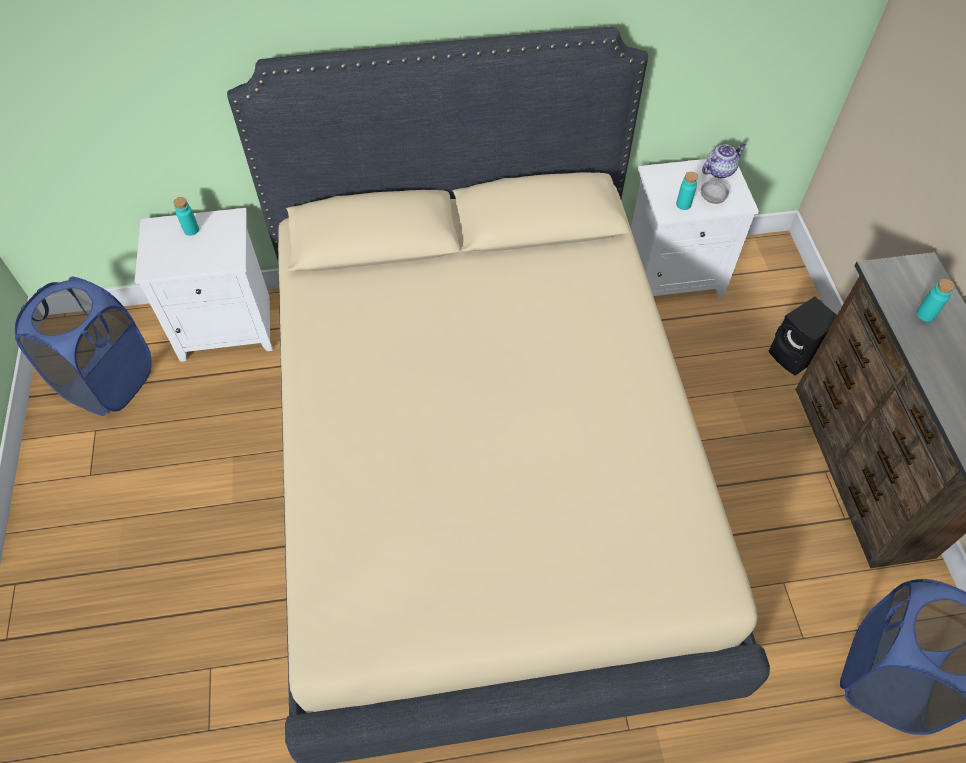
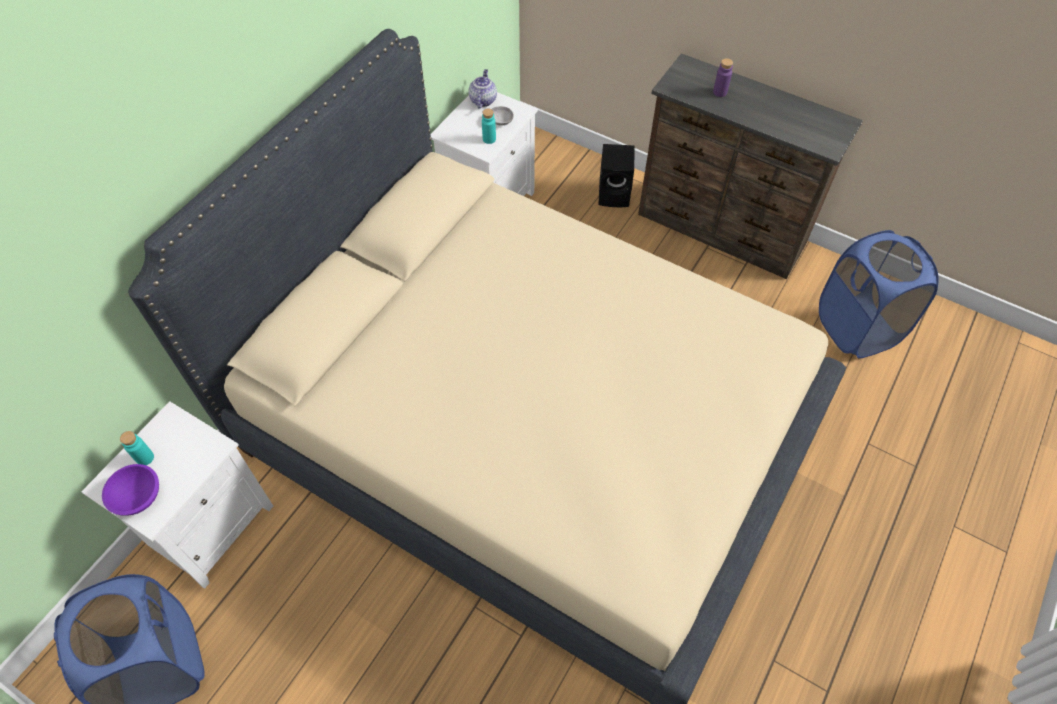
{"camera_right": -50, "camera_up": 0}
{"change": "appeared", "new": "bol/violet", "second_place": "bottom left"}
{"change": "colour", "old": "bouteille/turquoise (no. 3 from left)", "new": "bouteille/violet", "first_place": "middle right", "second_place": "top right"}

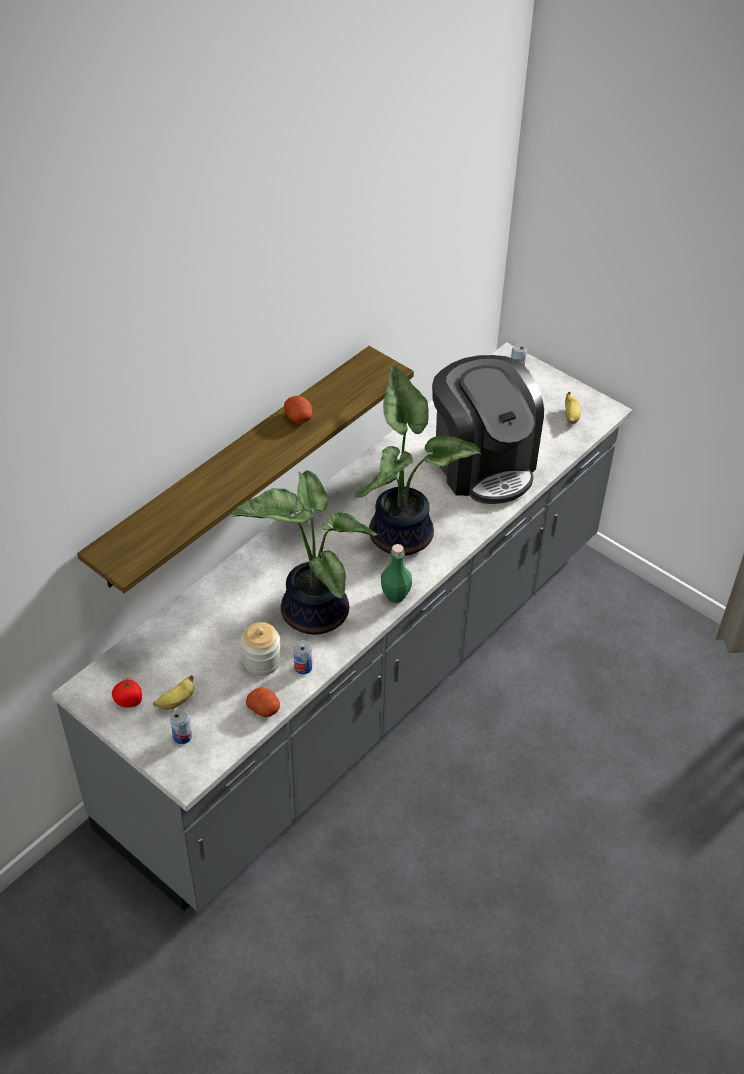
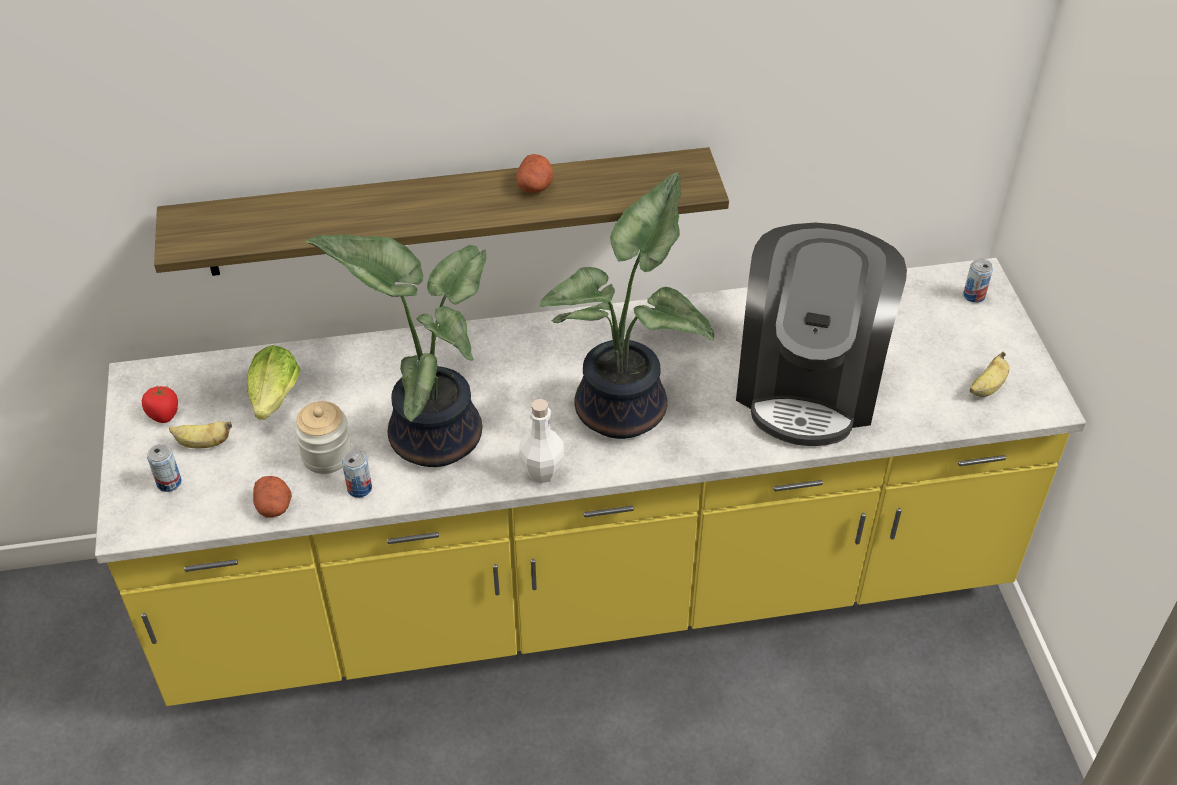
{"camera_right": 40, "camera_up": 0}
{"change": "colour", "old": "comptoir de cuisine/gris", "new": "comptoir de cuisine/jaune", "first_place": "centre", "second_place": "centre"}
{"change": "appeared", "new": "laitue", "second_place": "middle left"}
{"change": "colour", "old": "bouteille/vert", "new": "bouteille/blanc", "first_place": "centre", "second_place": "centre"}

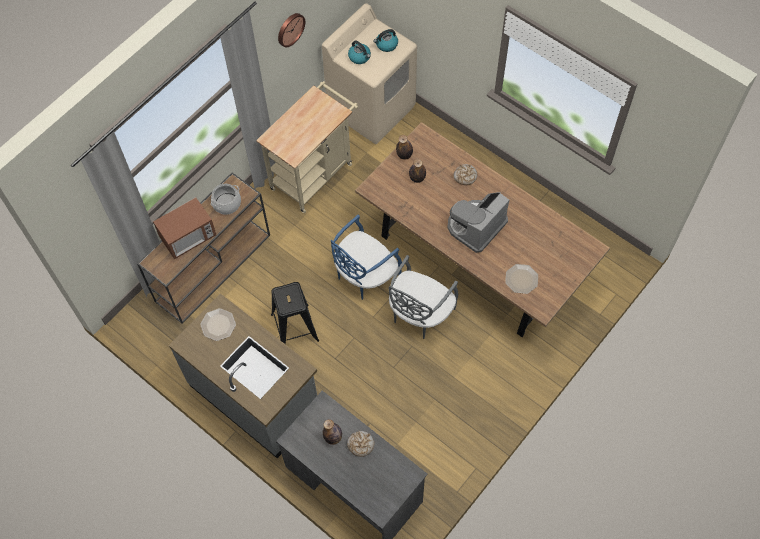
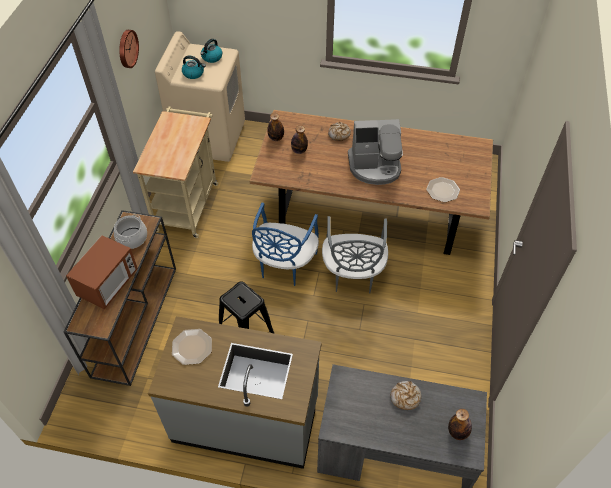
{"camera_right": -30, "camera_up": -10}
{"change": "spun", "old": "machine à café", "first_place": "centre", "second_place": "top centre", "degrees": -105}
{"change": "relocated", "old": "bouteille (no. 1 from left in the first image)", "new": "bouteille (no. 3 from left)", "first_place": "bottom centre", "second_place": "bottom right"}

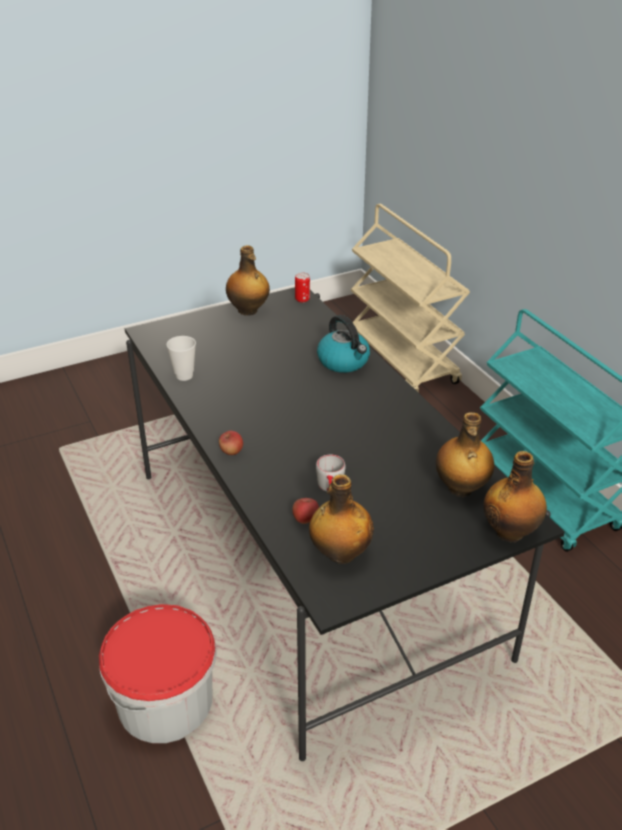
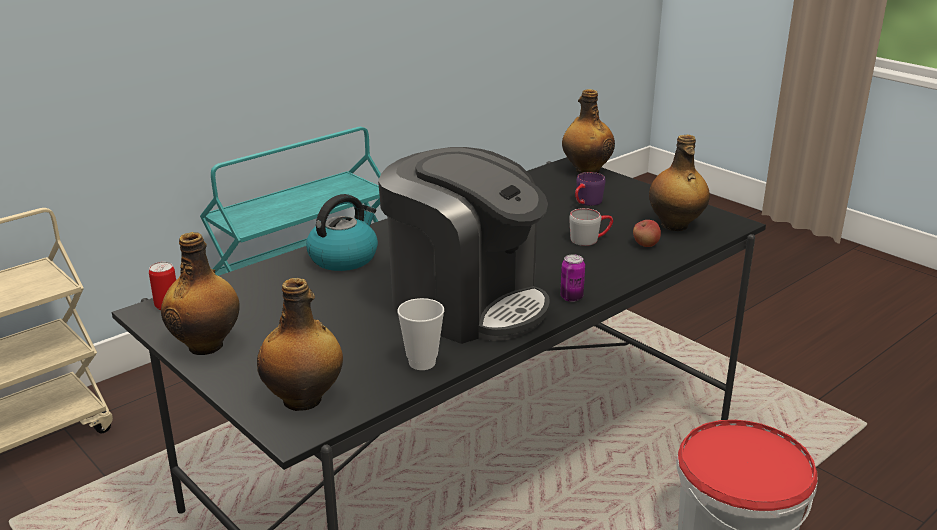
{"camera_right": -105, "camera_up": -10}
{"change": "relocated", "old": "bouteille (no. 3 from left in the first image)", "new": "bouteille (no. 2 from left)", "first_place": "middle right", "second_place": "middle left"}
{"change": "appeared", "new": "machine à café", "second_place": "centre"}
{"change": "exchanged", "old": "pomme (no. 1 from left)", "new": "boîte métallique (no. 2 from left)", "first_place": "centre", "second_place": "centre"}
{"change": "appeared", "new": "mug/violet", "second_place": "centre"}

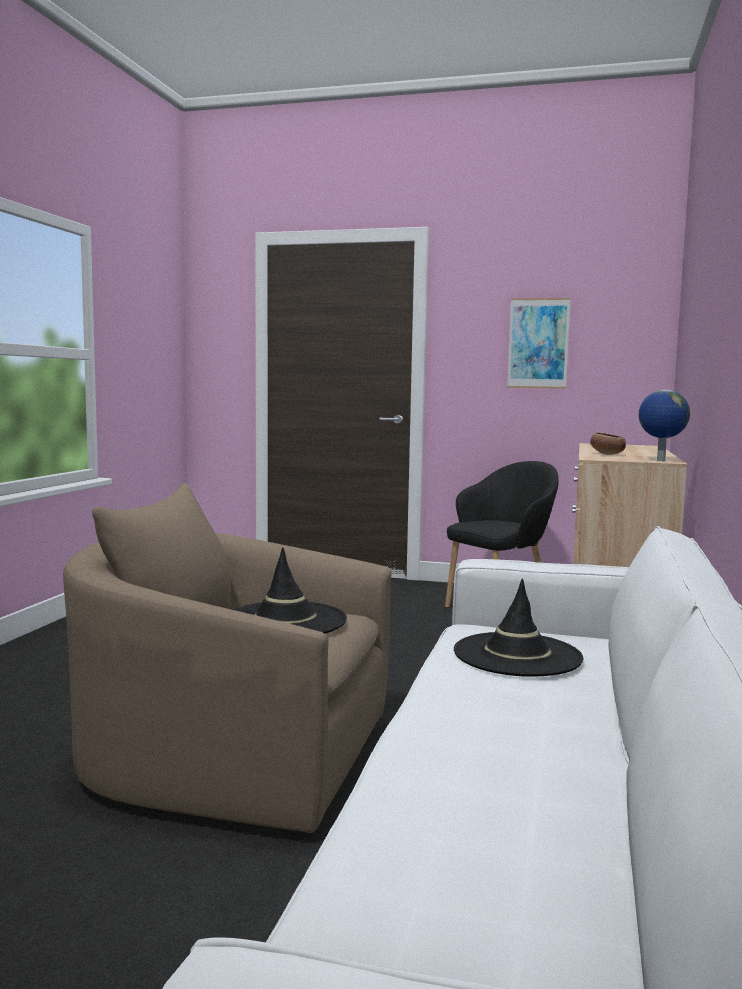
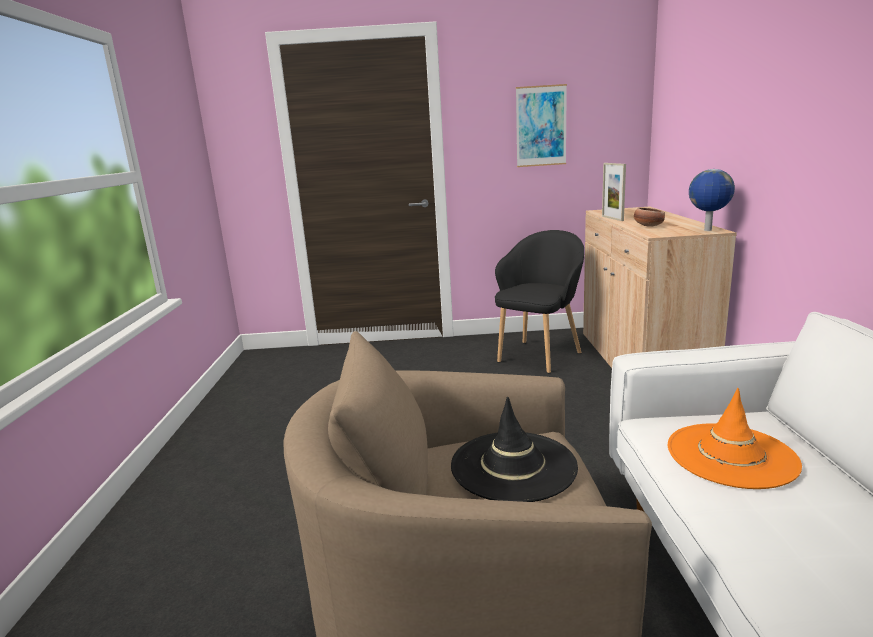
{"camera_right": -15, "camera_up": 10}
{"change": "appeared", "new": "cadre photo", "second_place": "top right"}
{"change": "colour", "old": "chapeau/noir (no. 2 from left)", "new": "chapeau/orange", "first_place": "middle right", "second_place": "bottom right"}

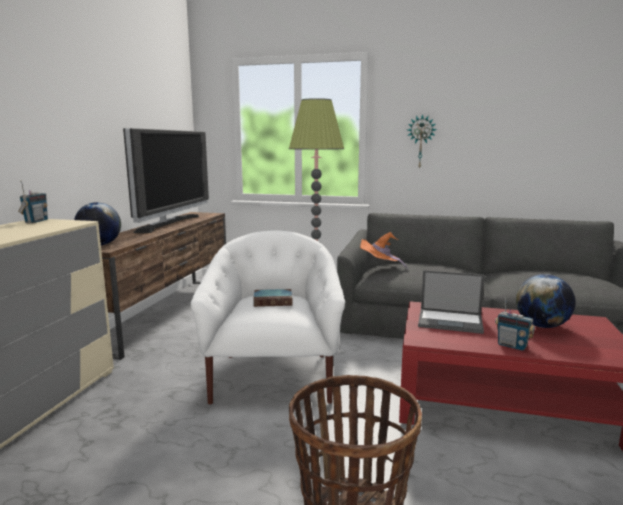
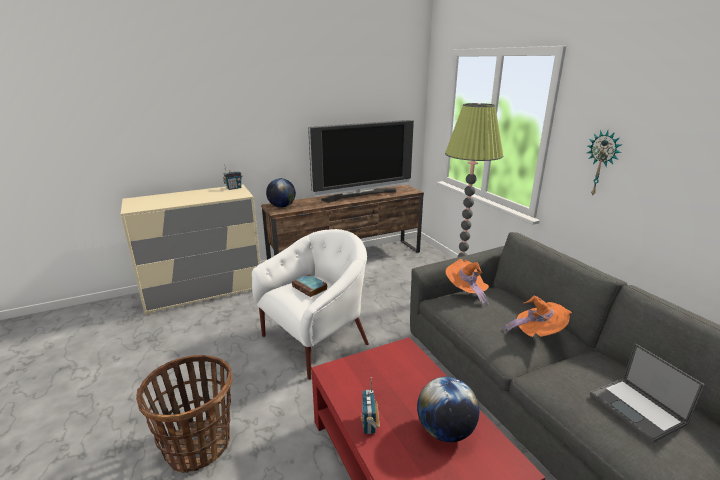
{"camera_right": 50, "camera_up": 10}
{"change": "appeared", "new": "chapeau/orange (no. 2 from left)", "second_place": "middle right"}
{"change": "relocated", "old": "ordinateur portable", "first_place": "middle right", "second_place": "bottom right"}

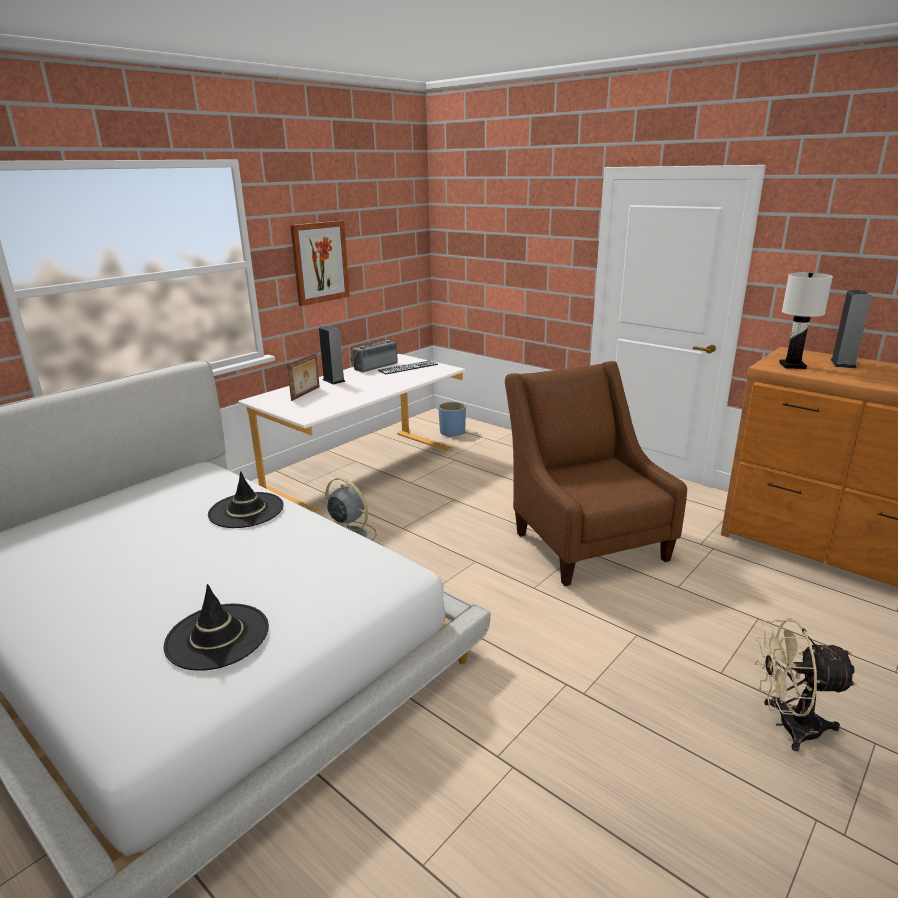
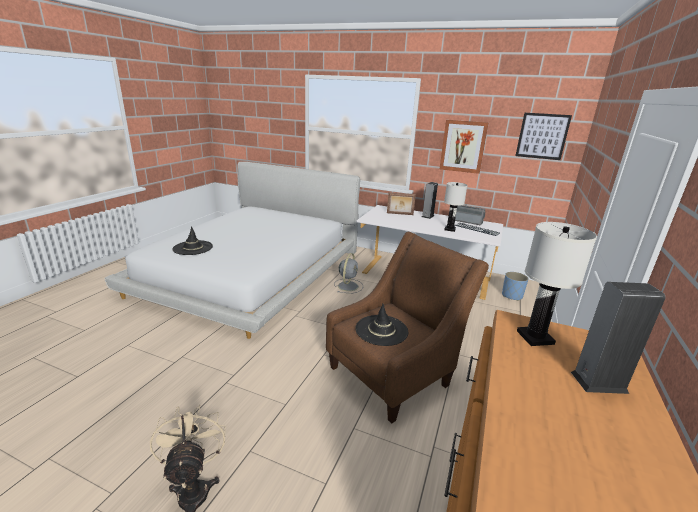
{"camera_right": 70, "camera_up": 0}
{"change": "relocated", "old": "chapeau/noir (no. 2 from left)", "first_place": "middle left", "second_place": "centre"}
{"change": "appeared", "new": "lampe de table/blanc (no. 1 from left)", "second_place": "centre"}
{"change": "appeared", "new": "tableau (no. 2 from left)", "second_place": "top right"}

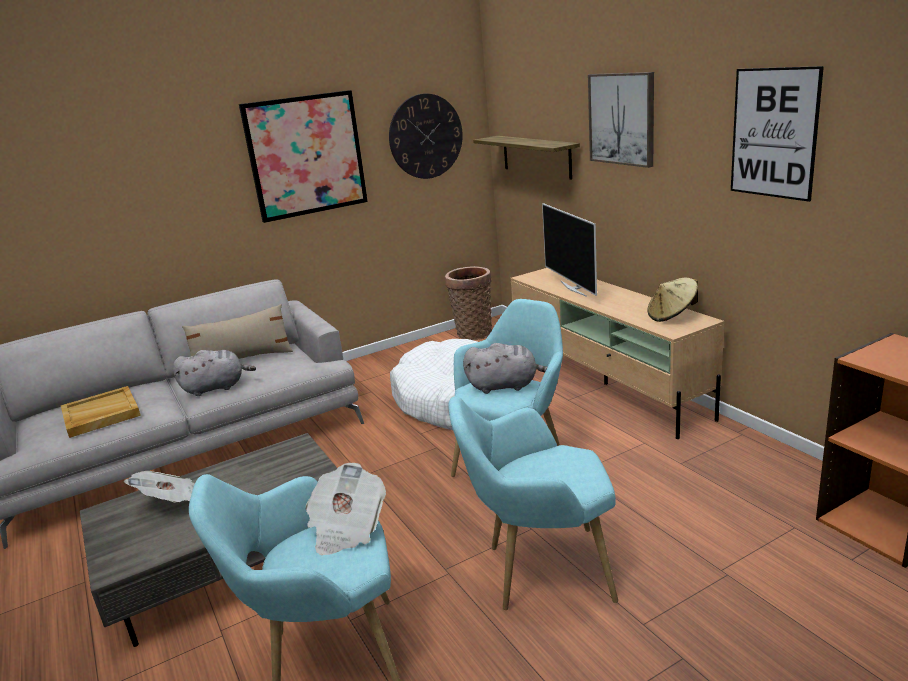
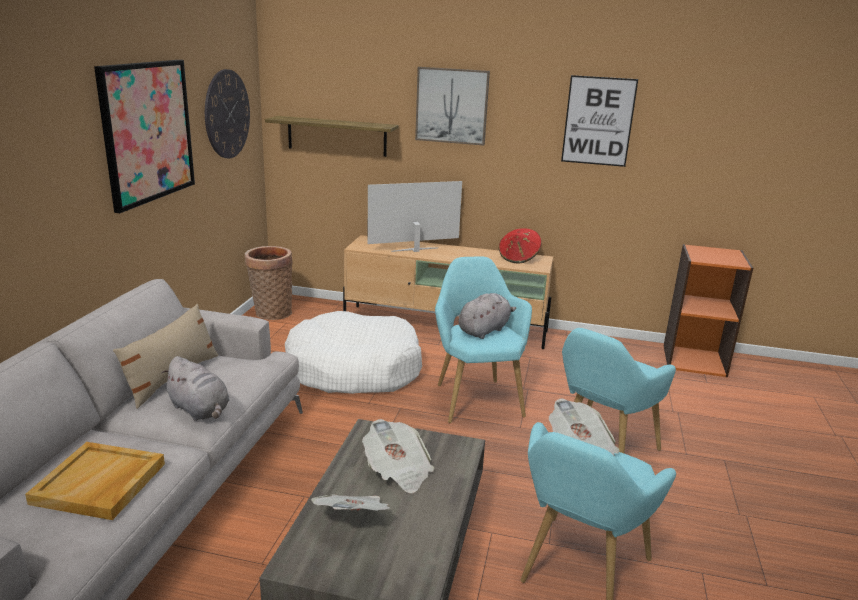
{"camera_right": -50, "camera_up": 0}
{"change": "spun", "old": "peluche/gris (no. 1 from left)", "first_place": "middle left", "second_place": "middle left", "degrees": 105}
{"change": "appeared", "new": "journal (no. 2 from left)", "second_place": "bottom centre"}
{"change": "spun", "old": "téléviseur", "first_place": "centre", "second_place": "centre", "degrees": 135}
{"change": "colour", "old": "chapeau/beige", "new": "chapeau/rouge", "first_place": "middle right", "second_place": "centre"}

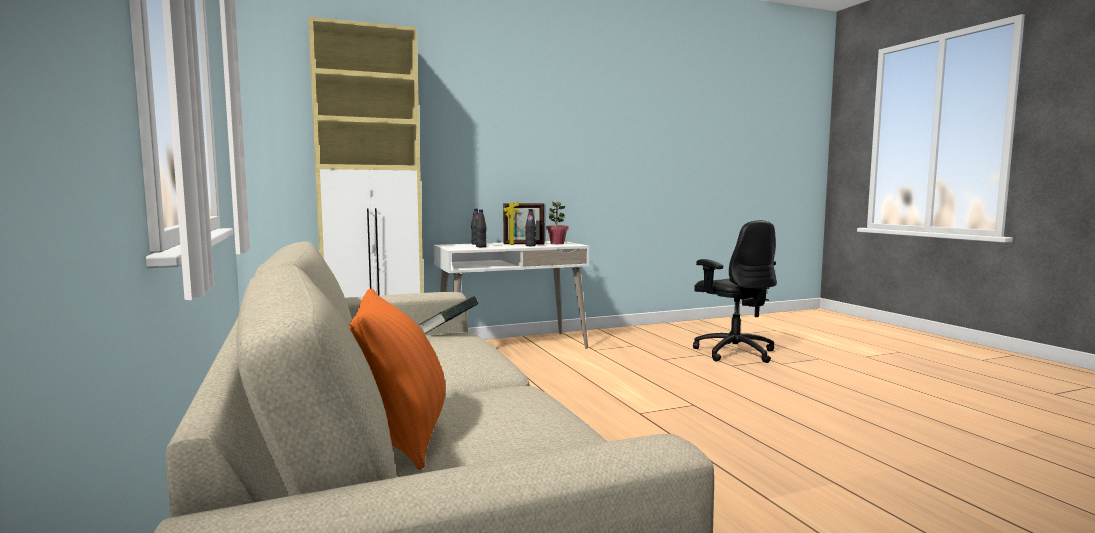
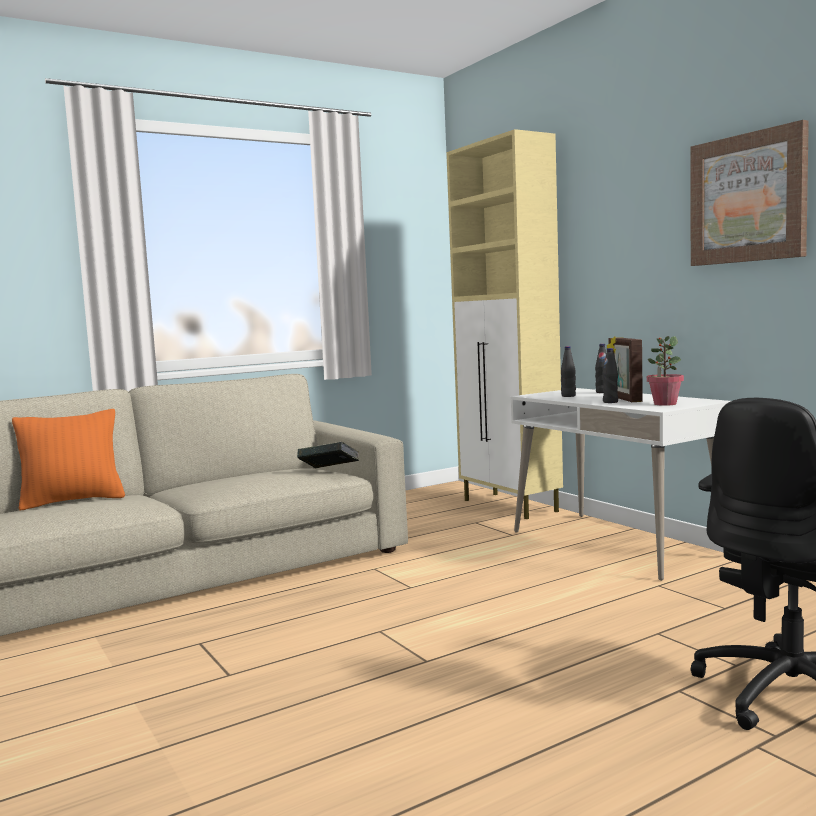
{"camera_right": 80, "camera_up": 0}
{"change": "appeared", "new": "tableau", "second_place": "top right"}

